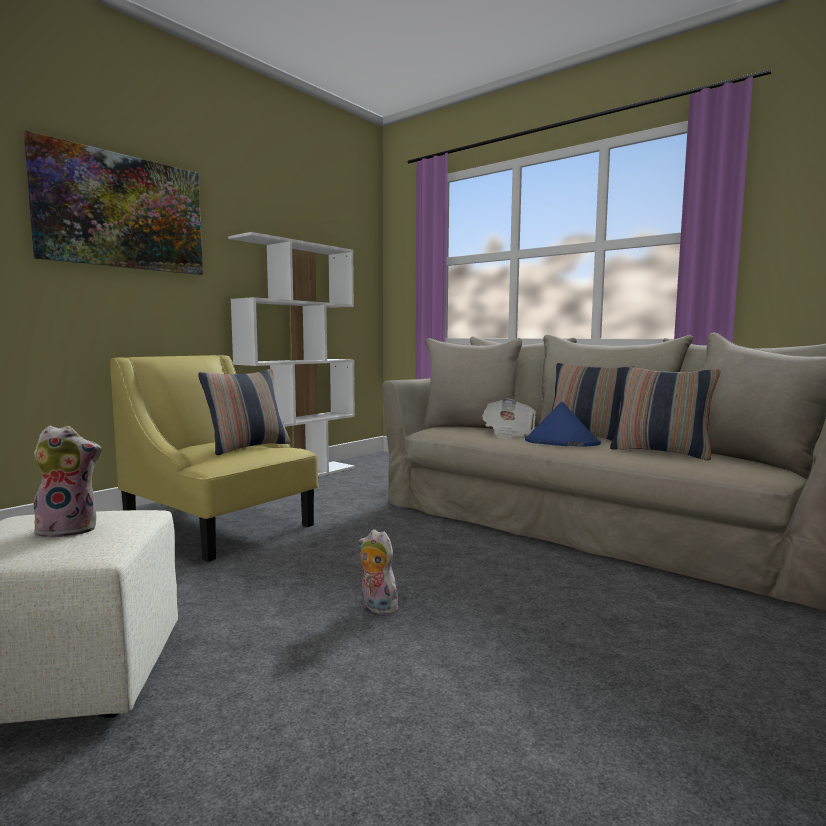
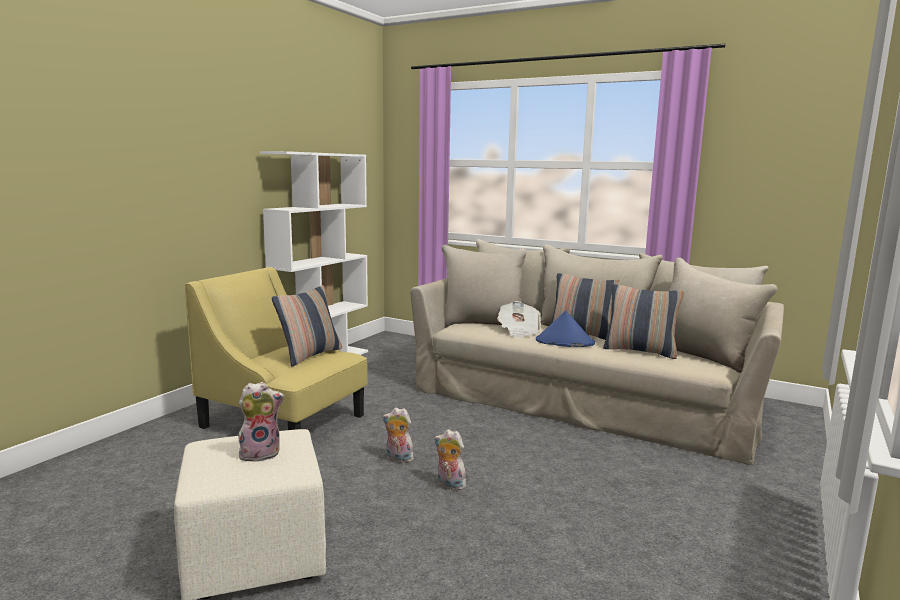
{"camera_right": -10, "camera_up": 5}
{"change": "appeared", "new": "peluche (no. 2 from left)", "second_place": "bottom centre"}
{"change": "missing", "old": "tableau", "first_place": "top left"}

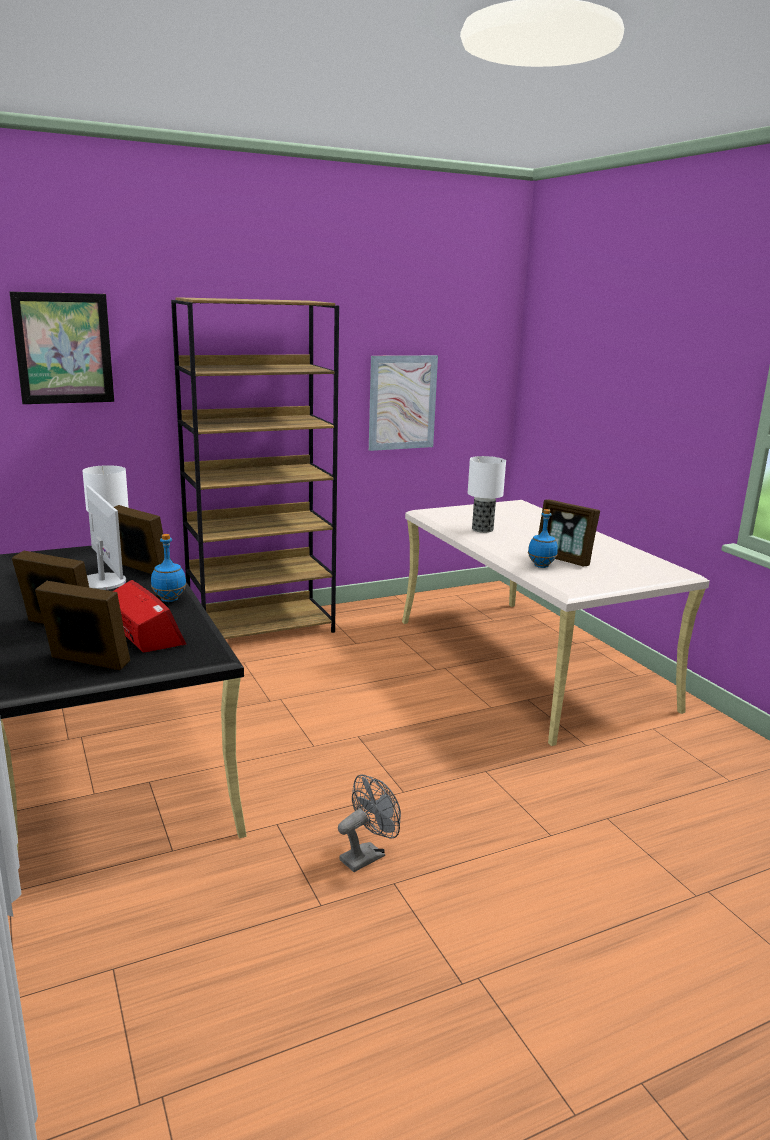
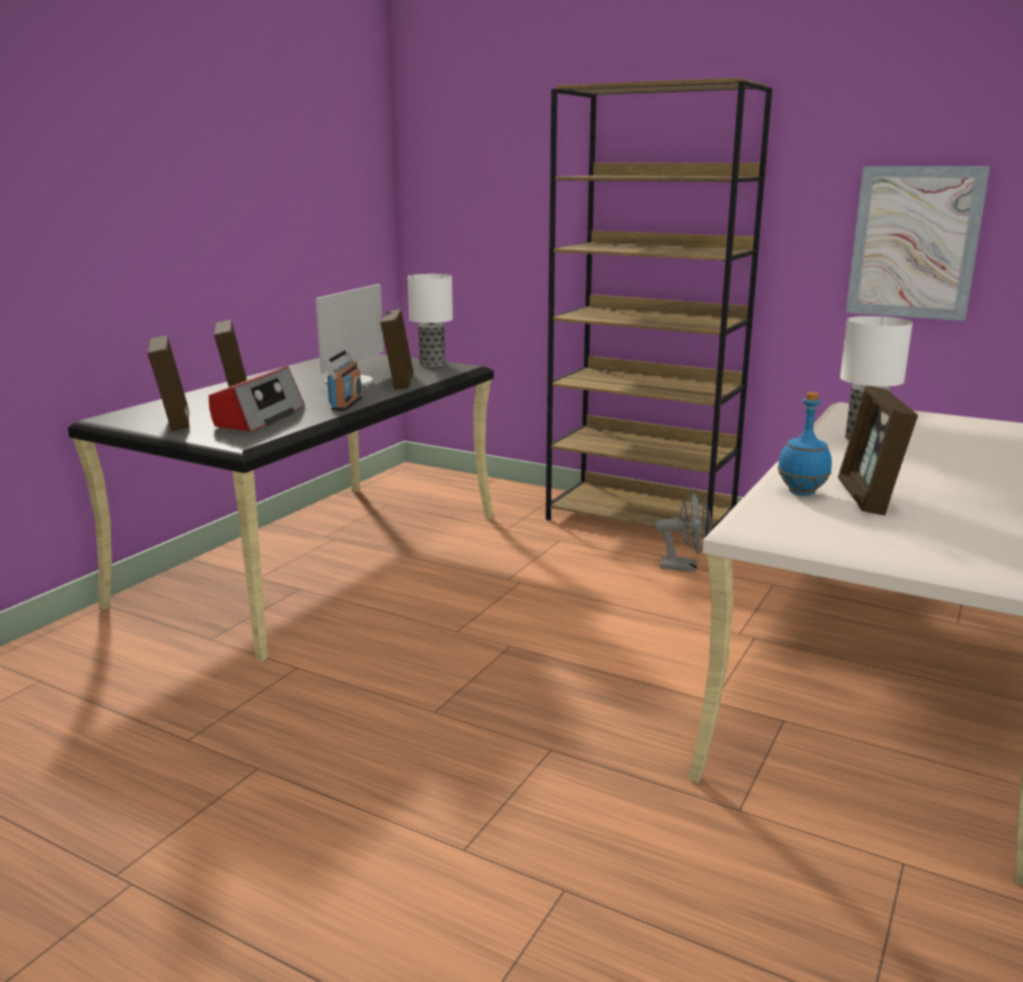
{"camera_right": 55, "camera_up": 0}
{"change": "exchanged", "old": "bouteille/bleu (no. 1 from left)", "new": "radio (no. 2 from left)", "first_place": "middle left", "second_place": "centre"}
{"change": "relocated", "old": "ventilateur/gris", "first_place": "bottom centre", "second_place": "middle right"}
{"change": "missing", "old": "tableau (no. 1 from left)", "first_place": "top left"}

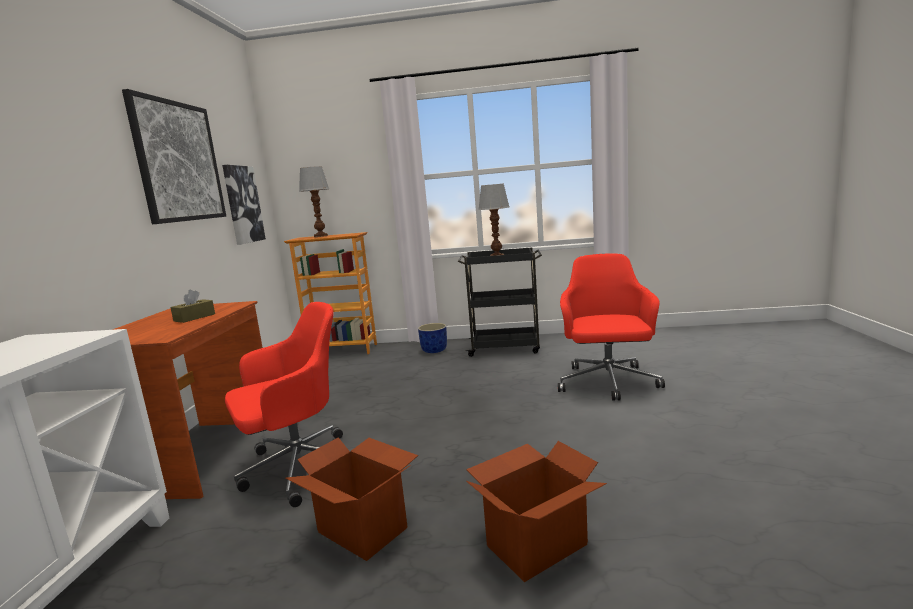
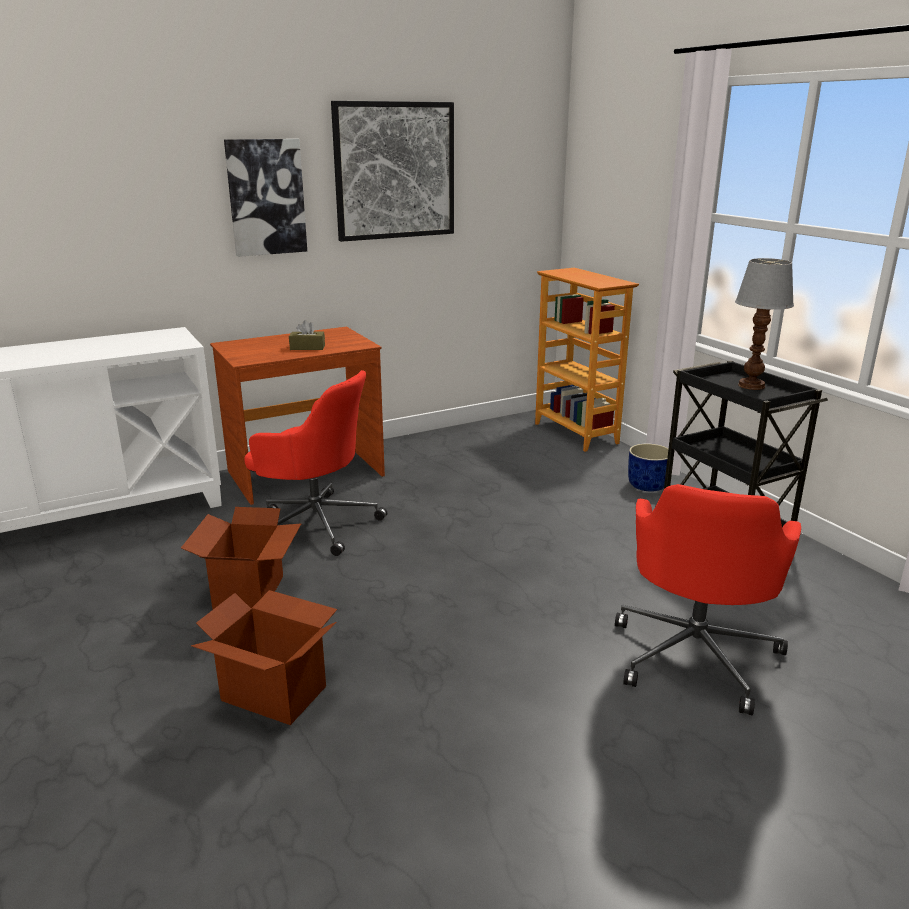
{"camera_right": 55, "camera_up": 10}
{"change": "relocated", "old": "tableau (no. 2 from left in the first image)", "new": "tableau (no. 1 from left)", "first_place": "middle left", "second_place": "top left"}
{"change": "spun", "old": "chaise de bureau/rouge (no. 2 from left)", "first_place": "middle right", "second_place": "middle right", "degrees": 135}
{"change": "missing", "old": "lampe de table (no. 1 from left)", "first_place": "top centre"}

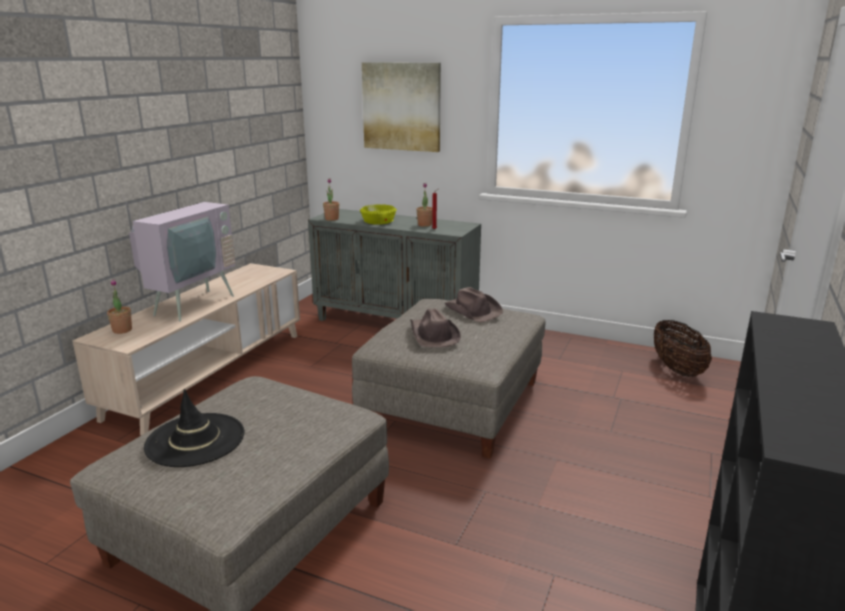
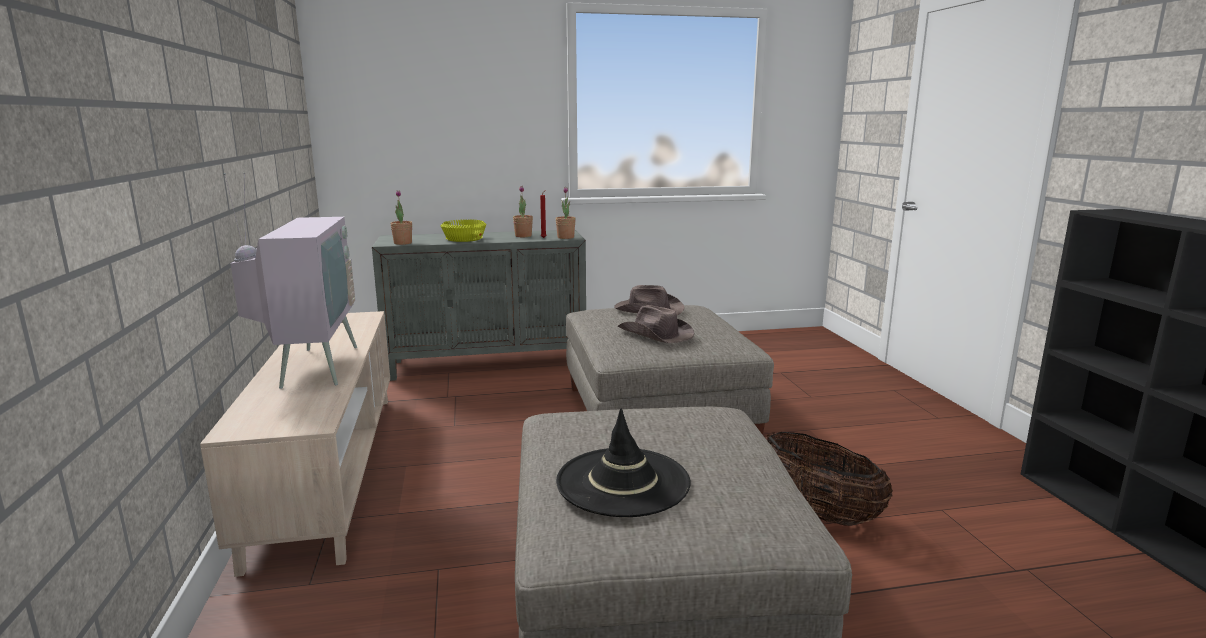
{"camera_right": -35, "camera_up": -5}
{"change": "relocated", "old": "plante en pot (no. 1 from left in the first image)", "new": "plante en pot (no. 3 from left)", "first_place": "middle left", "second_place": "centre"}
{"change": "relocated", "old": "panier", "first_place": "middle right", "second_place": "bottom right"}
{"change": "missing", "old": "tableau", "first_place": "top centre"}

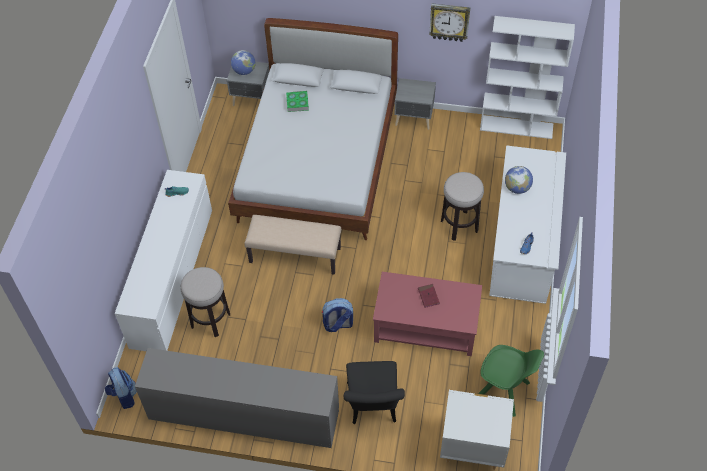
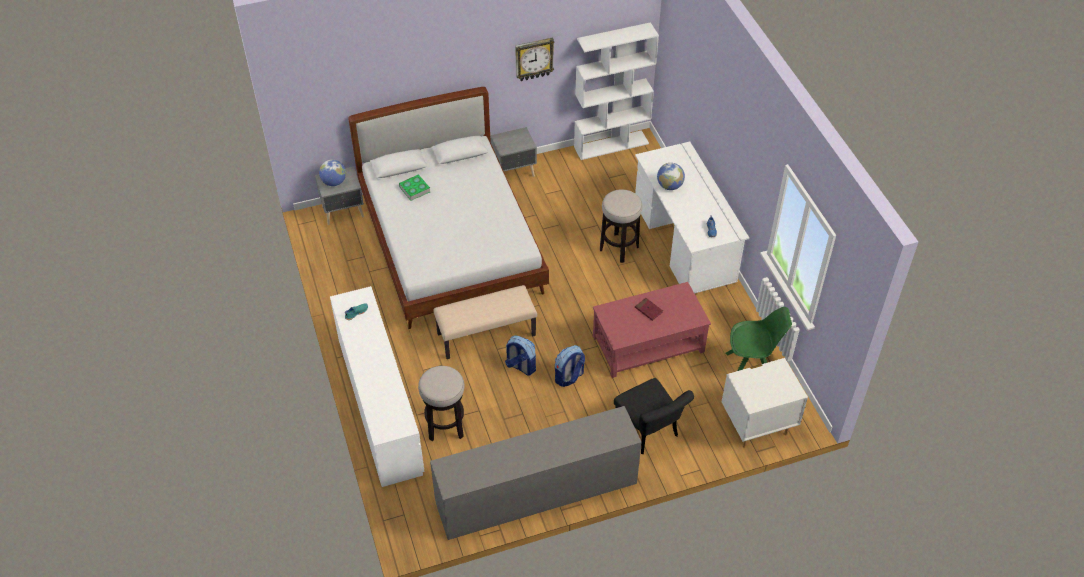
{"camera_right": -30, "camera_up": -5}
{"change": "relocated", "old": "sac à dos (no. 1 from left)", "first_place": "bottom left", "second_place": "centre"}

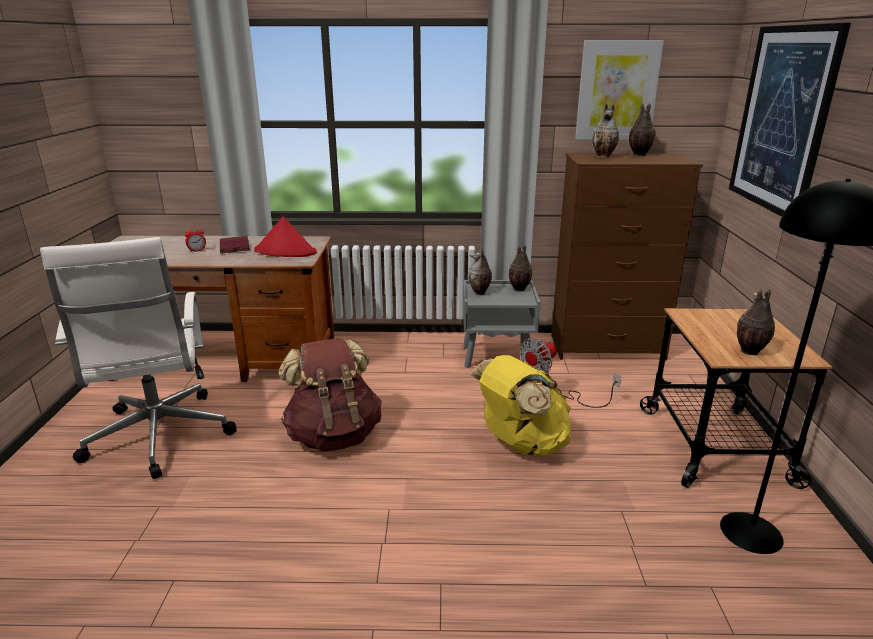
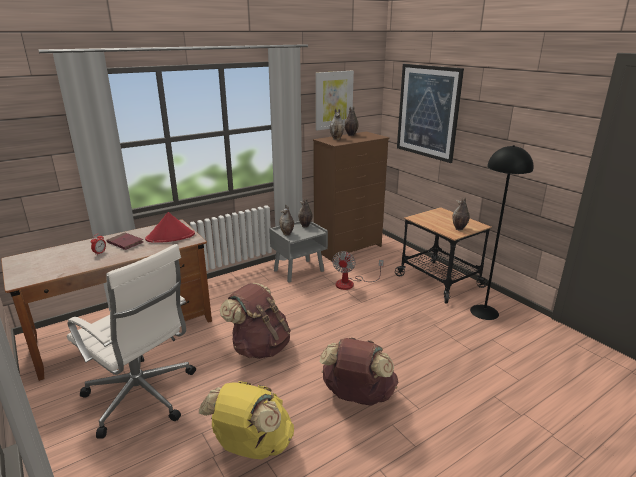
{"camera_right": -35, "camera_up": 0}
{"change": "relocated", "old": "sac à dos/jaune", "first_place": "centre", "second_place": "bottom centre"}
{"change": "appeared", "new": "sac à dos/marron (no. 2 from left)", "second_place": "bottom centre"}

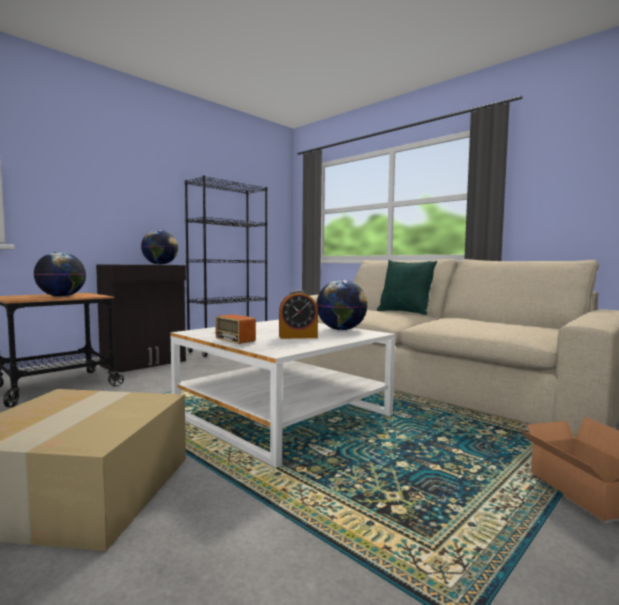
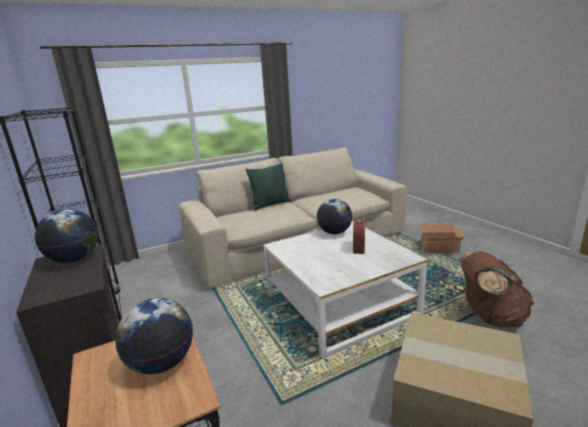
{"camera_right": -70, "camera_up": 15}
{"change": "appeared", "new": "sac à dos/marron", "second_place": "bottom right"}
{"change": "missing", "old": "radio", "first_place": "centre"}

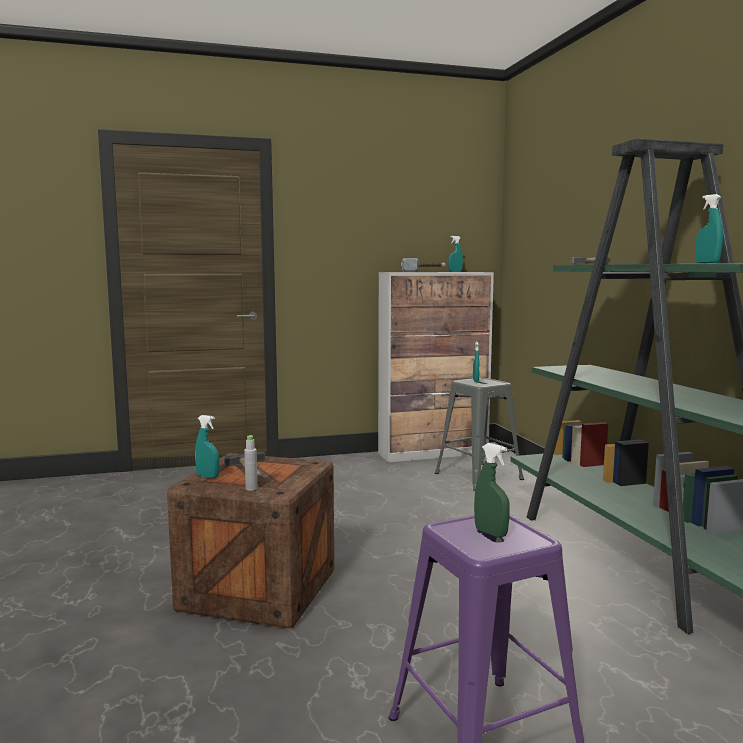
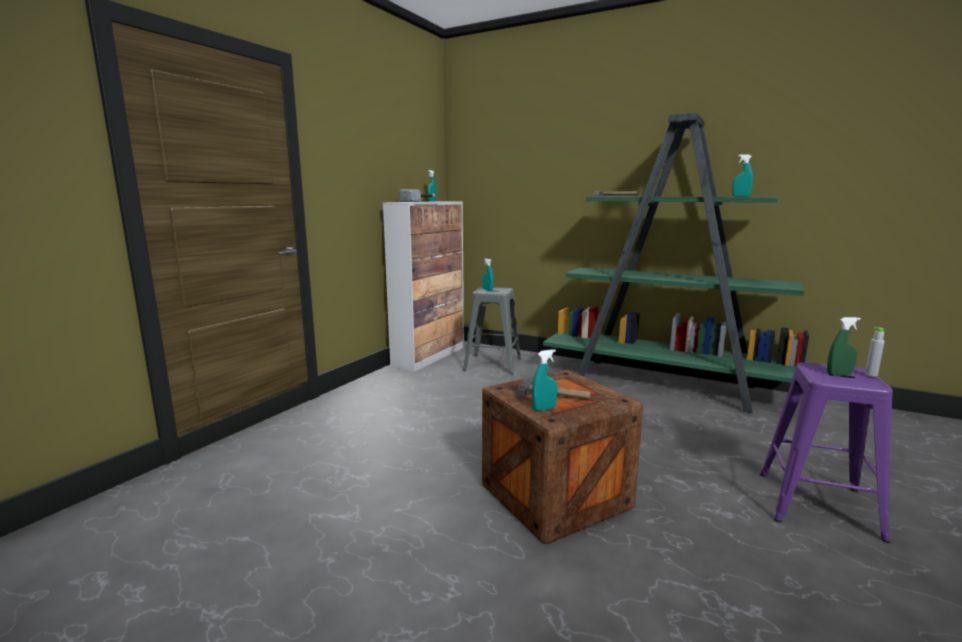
{"camera_right": -45, "camera_up": 5}
{"change": "relocated", "old": "bouteille/gris", "first_place": "centre", "second_place": "middle right"}

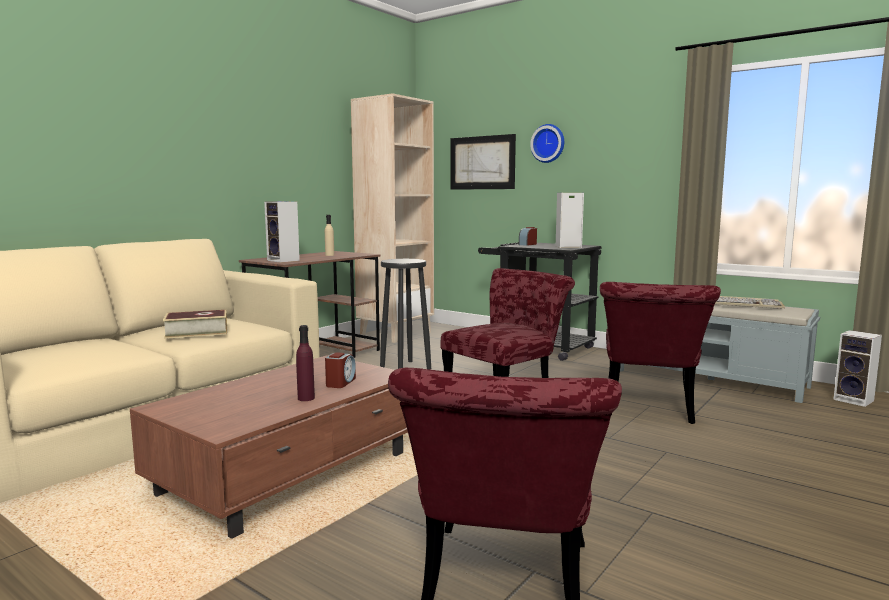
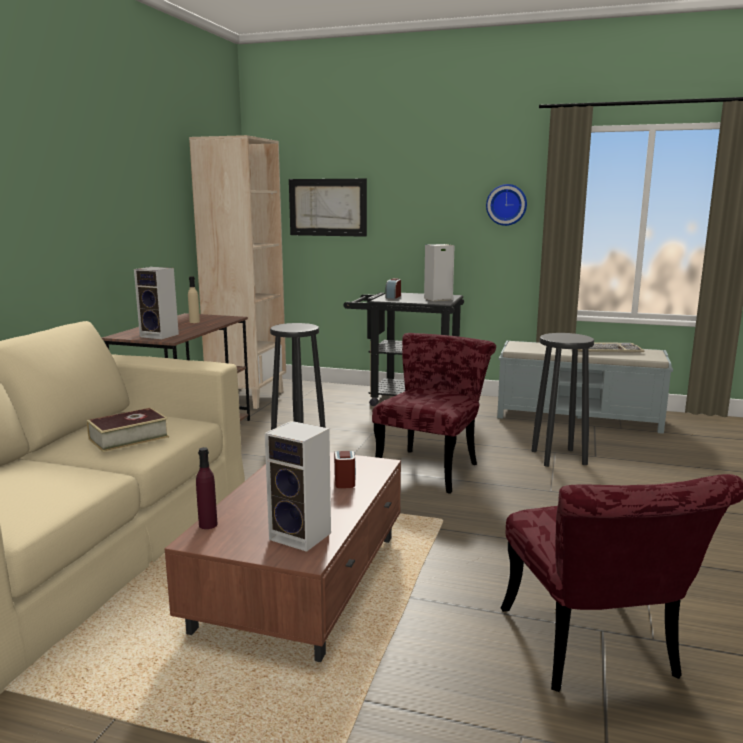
{"camera_right": -20, "camera_up": 5}
{"change": "relocated", "old": "bouteille/violet", "first_place": "centre", "second_place": "middle left"}
{"change": "relocated", "old": "enceinte (no. 3 from left in the first image)", "new": "enceinte (no. 2 from left)", "first_place": "middle right", "second_place": "centre"}
{"change": "relocated", "old": "horloge murale", "first_place": "top centre", "second_place": "top right"}
{"change": "exchanged", "old": "chaise/rouge (no. 3 from left)", "new": "tabouret/noir (no. 2 from left)", "first_place": "middle right", "second_place": "middle right"}

